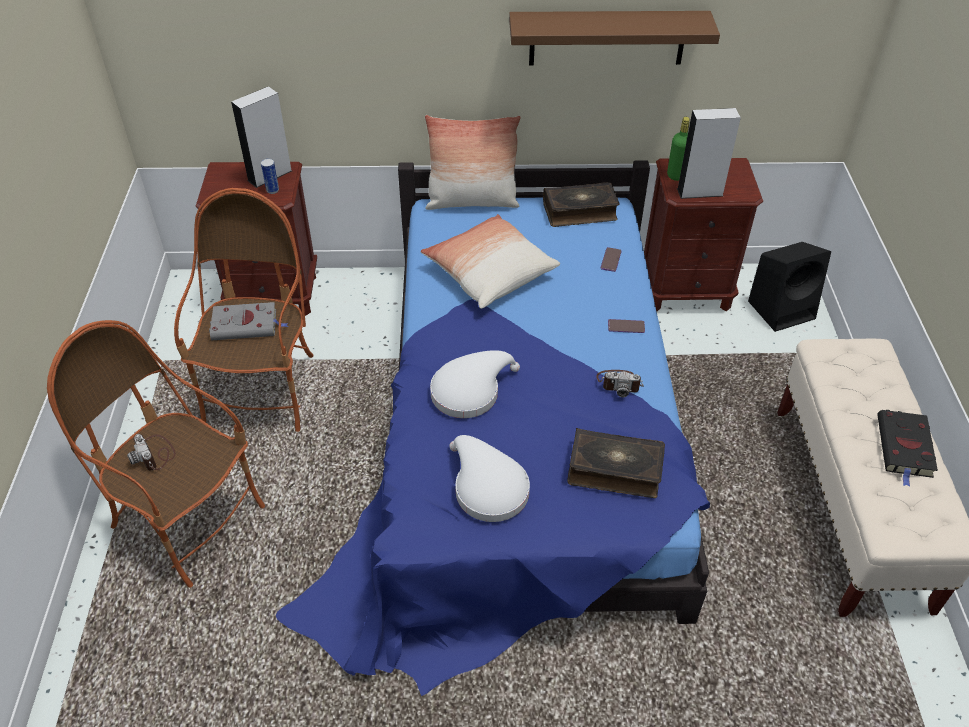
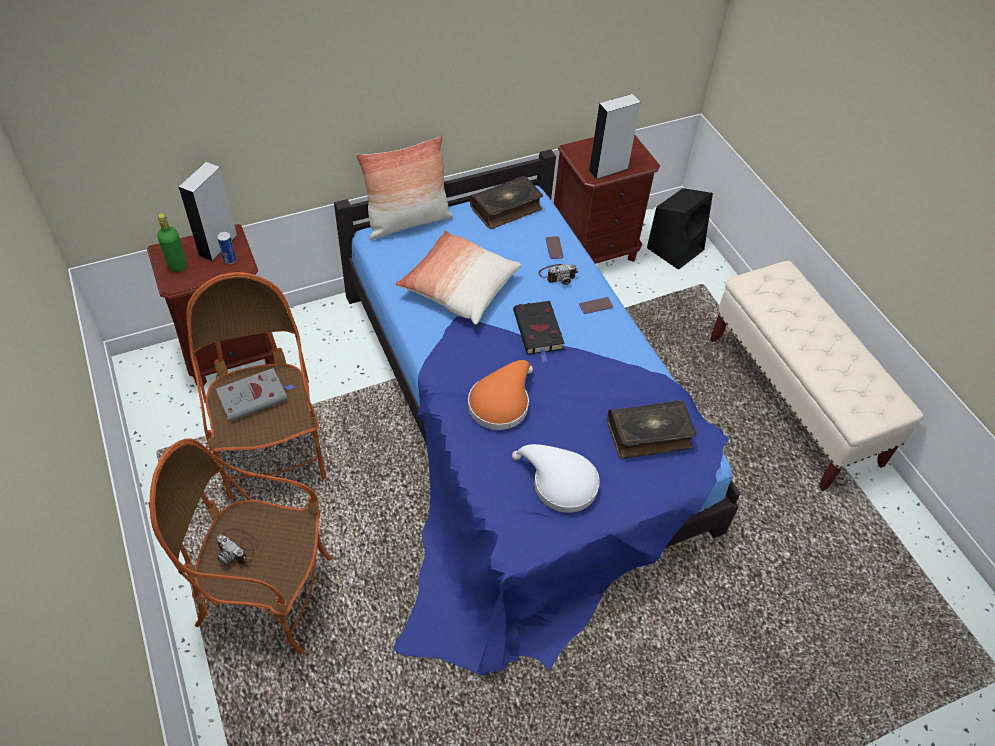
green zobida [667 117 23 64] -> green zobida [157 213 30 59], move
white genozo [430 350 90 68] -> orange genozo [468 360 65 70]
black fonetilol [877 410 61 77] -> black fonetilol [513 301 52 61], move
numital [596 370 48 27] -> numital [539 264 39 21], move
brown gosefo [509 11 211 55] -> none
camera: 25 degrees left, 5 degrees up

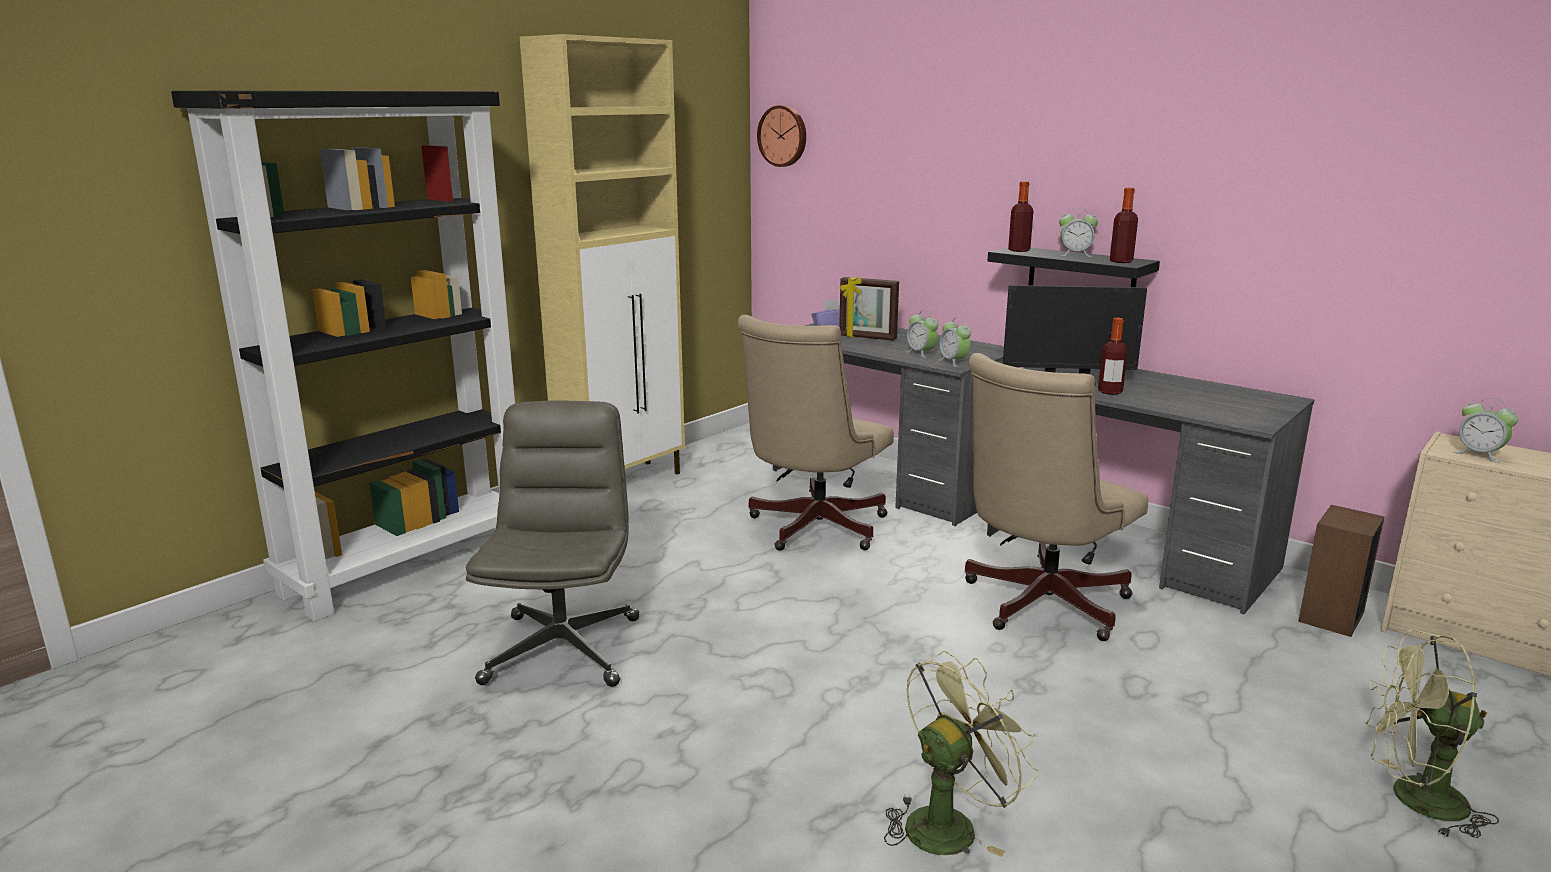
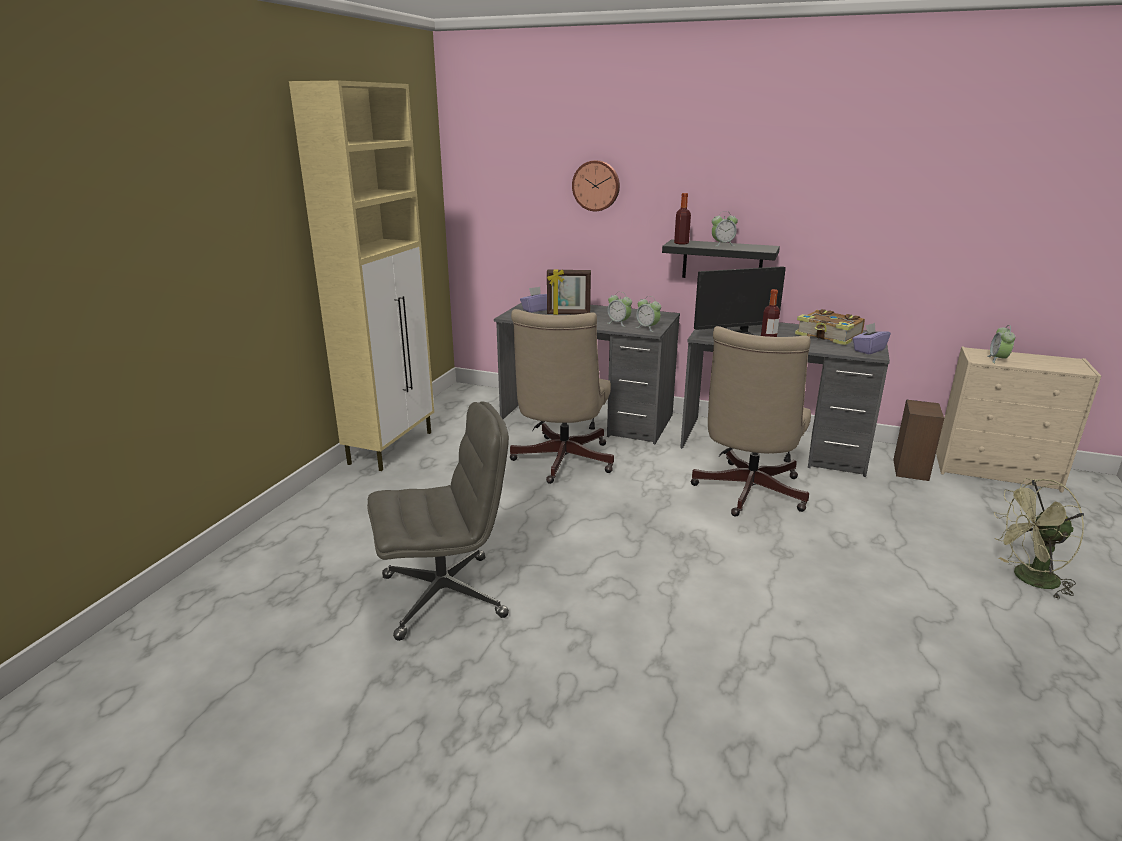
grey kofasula [466 400 173 287] -> grey kofasula [367 401 142 240], 90 degrees clockwise
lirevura [757 105 49 62] -> lirevura [572 160 48 52], move
none -> fonetilol [795 309 70 36]
none -> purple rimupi [853 323 38 31]
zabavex [1454 398 65 65] -> zabavex [988 325 27 38], 75 degrees clockwise
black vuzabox [171 91 344 530] -> none
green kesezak [884 651 155 206] -> none
zobida [1110 188 28 75] -> none
camera: 20 degrees left, 5 degrees up

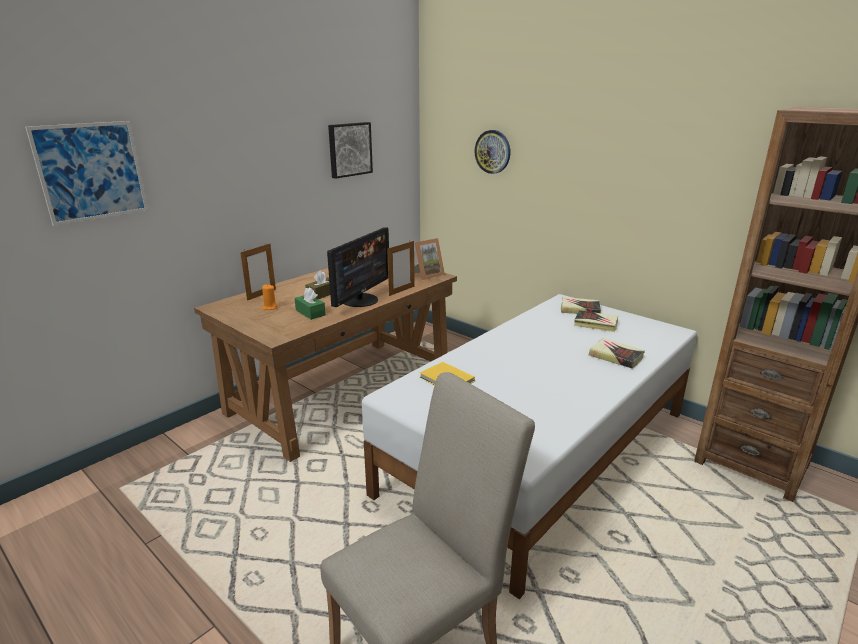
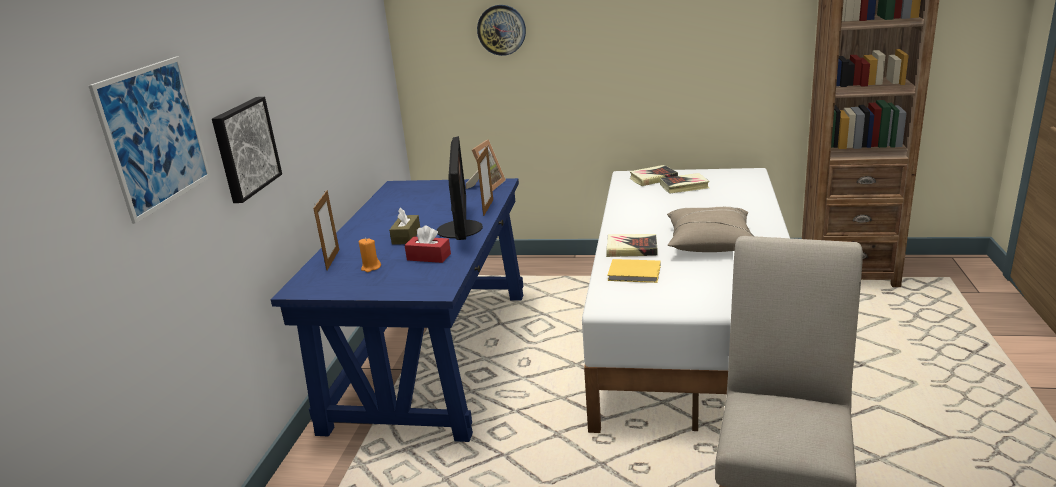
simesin [328 122 45 57] -> simesin [212 97 70 106], move
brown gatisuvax [194 264 263 198] -> blue gatisuvax [271 178 252 264]
green rimupi [294 287 32 33] -> red rimupi [405 225 46 38]
fonetilol [589 338 56 31] -> fonetilol [606 234 52 23], move
none -> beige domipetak [667 207 87 45]
camera: 30 degrees left, 0 degrees up

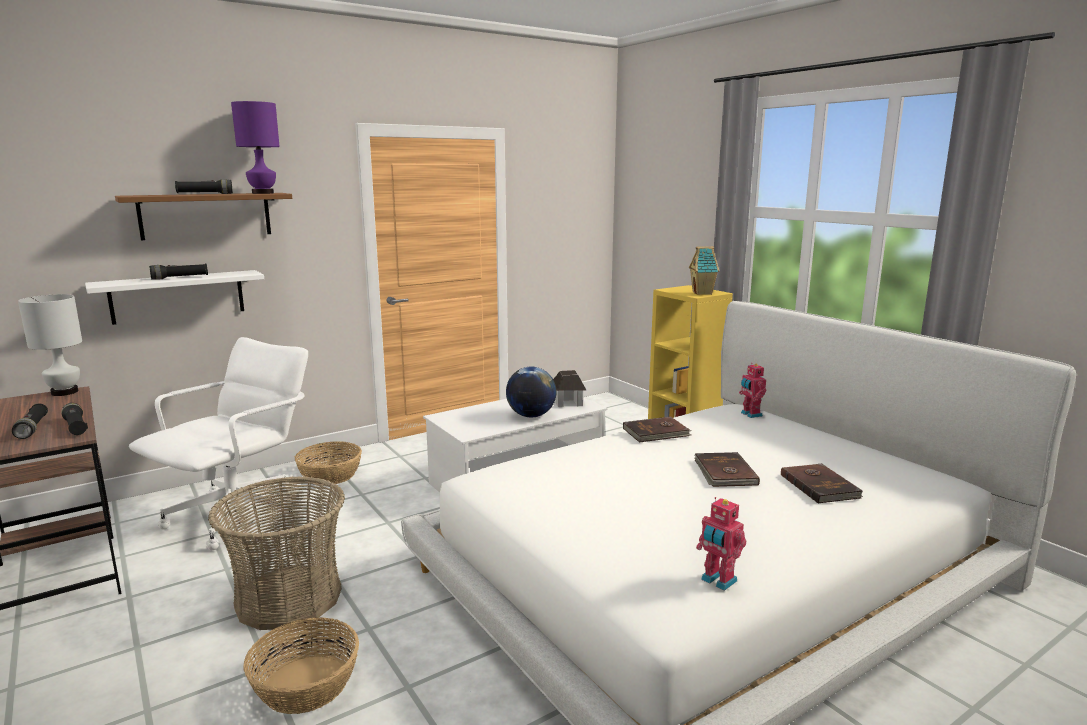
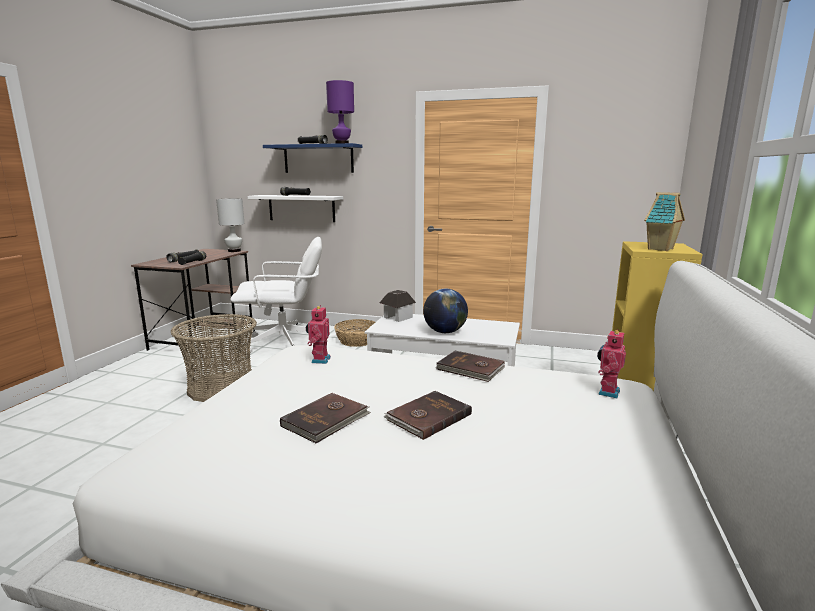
brown gosefo [115 193 177 47] -> blue gosefo [263 143 99 30]
brown fonetilol [781 464 82 40] -> brown fonetilol [280 393 91 50], move
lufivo [696 497 50 94] -> lufivo [306 305 25 59], move
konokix [553 370 33 37] -> konokix [379 290 37 32], move
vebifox [243 617 116 97] -> none
camera: 50 degrees right, 0 degrees up

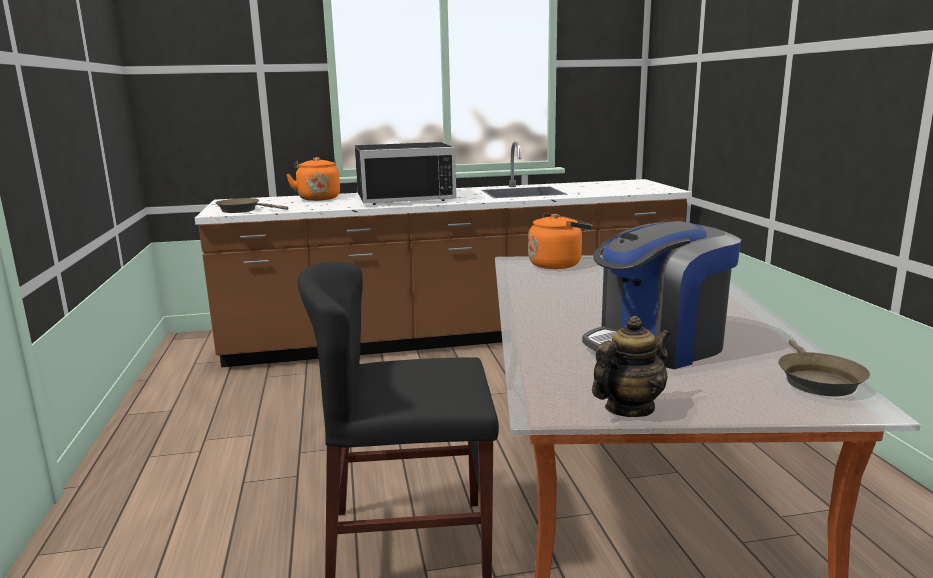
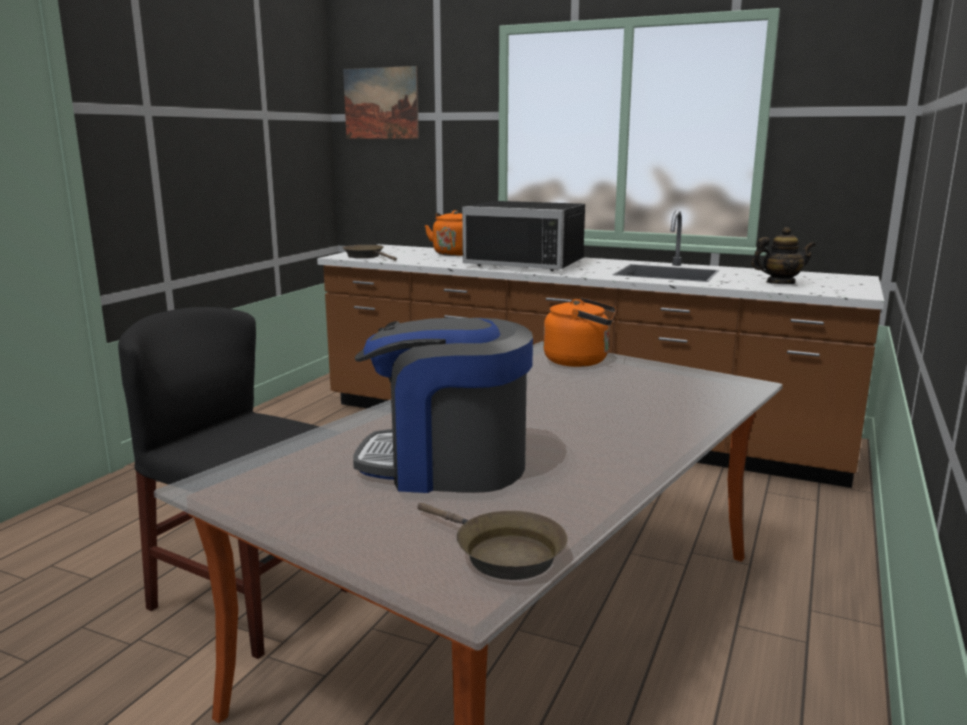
none -> simesin [343 66 76 73]
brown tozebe [778 340 92 56] -> brown tozebe [417 503 150 77], 90 degrees counterclockwise
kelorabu [592 316 78 101] -> kelorabu [751 227 64 57], move
camera: 35 degrees right, 0 degrees up

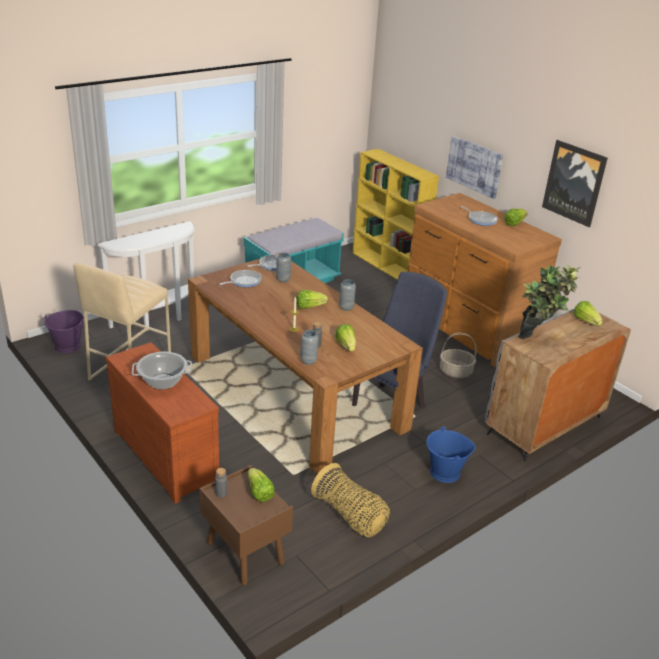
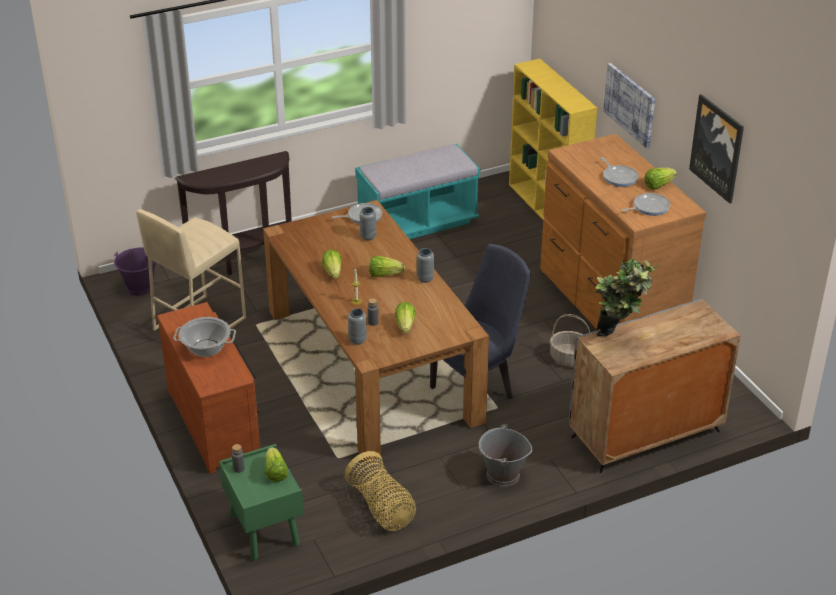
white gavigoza [97 221 98 110] -> brown gavigoza [175 151 117 124]
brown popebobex [199 465 94 120] -> green popebobex [219 444 85 116]
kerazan [573 301 30 25] -> kerazan [322 250 20 29], move
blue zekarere [426 426 50 57] -> grey zekarere [479 424 53 63]
tozebe [219 270 43 17] -> tozebe [621 193 49 23], move
camera: 15 degrees right, 5 degrees up

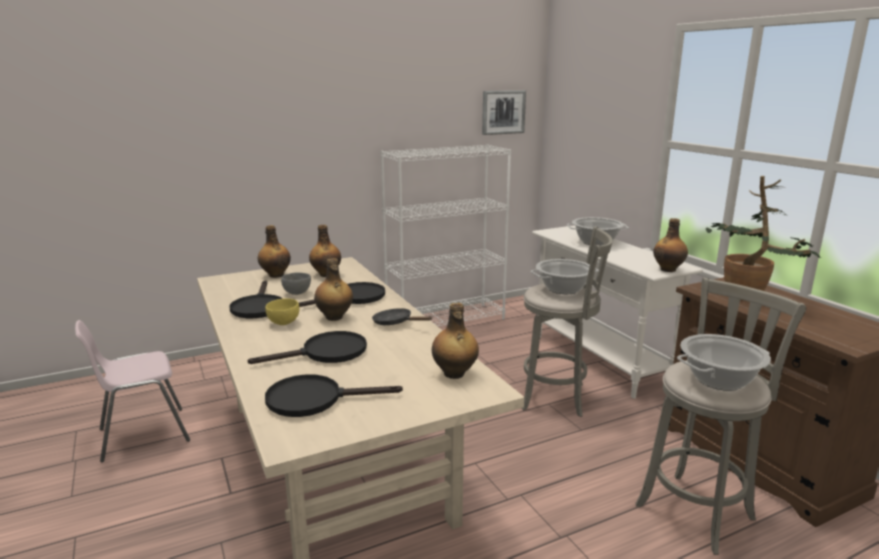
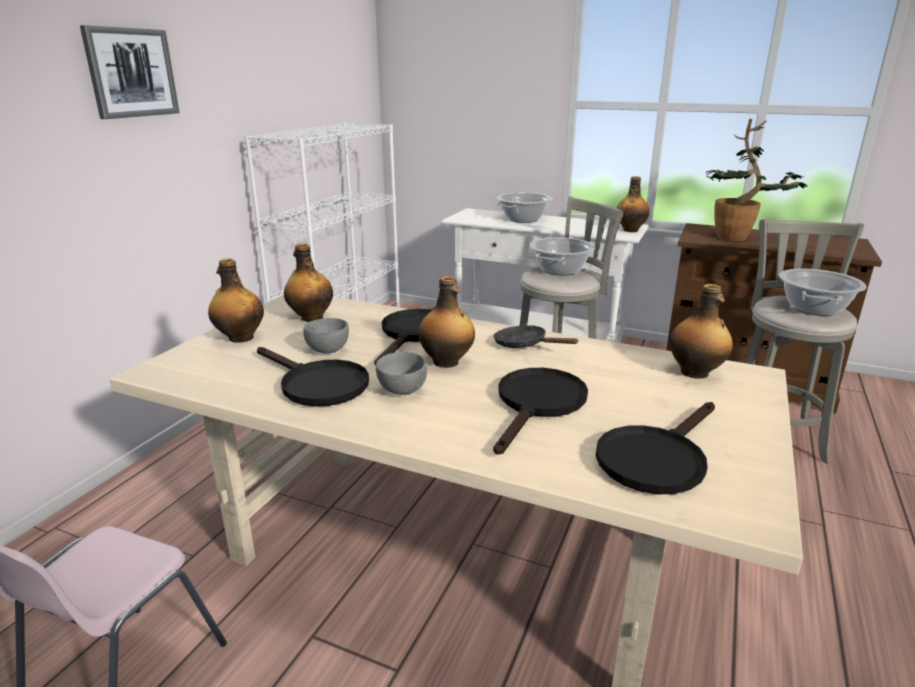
simesin [482 90 44 45] -> simesin [80 25 100 94], move
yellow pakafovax [265 298 35 27] -> grey pakafovax [376 352 51 43]
black tozebe [372 308 60 17] -> black tozebe [493 325 86 23], 45 degrees clockwise
camera: 40 degrees left, 5 degrees up

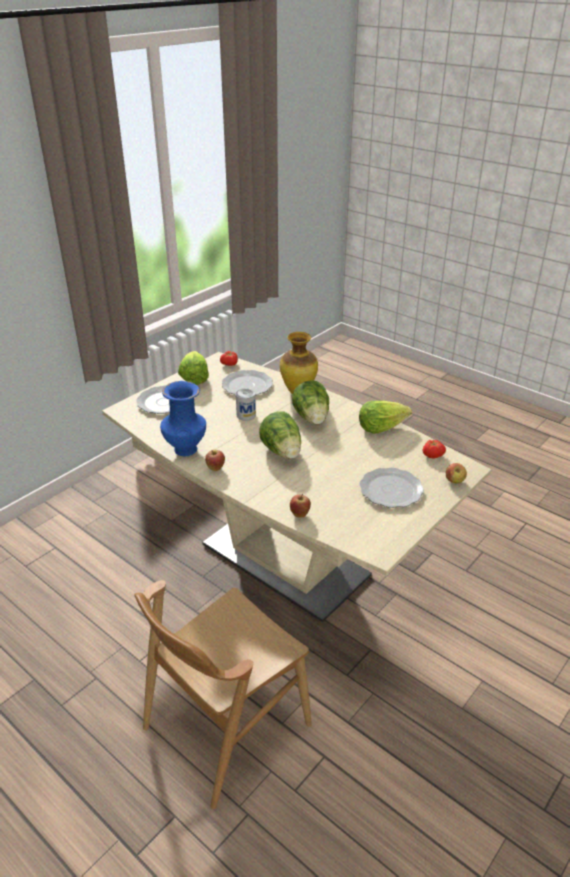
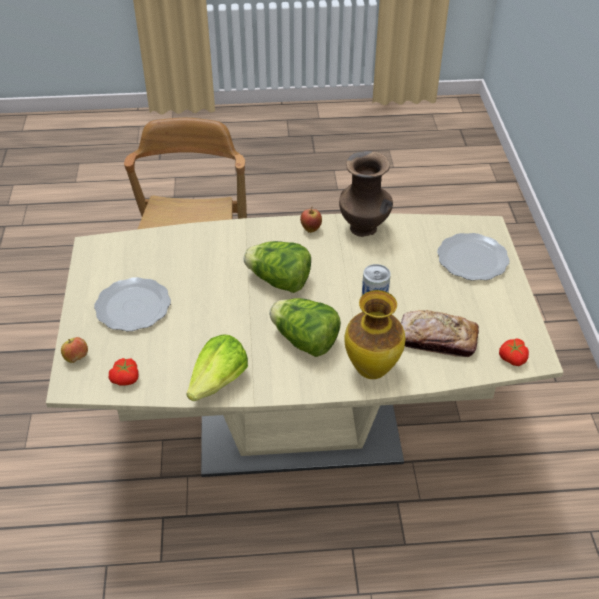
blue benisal [160 381 46 75] -> brown benisal [339 151 54 86]
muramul [222 370 51 26] -> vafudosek [401 310 78 47]
kerazan [178 351 31 34] -> none
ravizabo [290 494 21 24] -> none
camera: 135 degrees right, 10 degrees up

